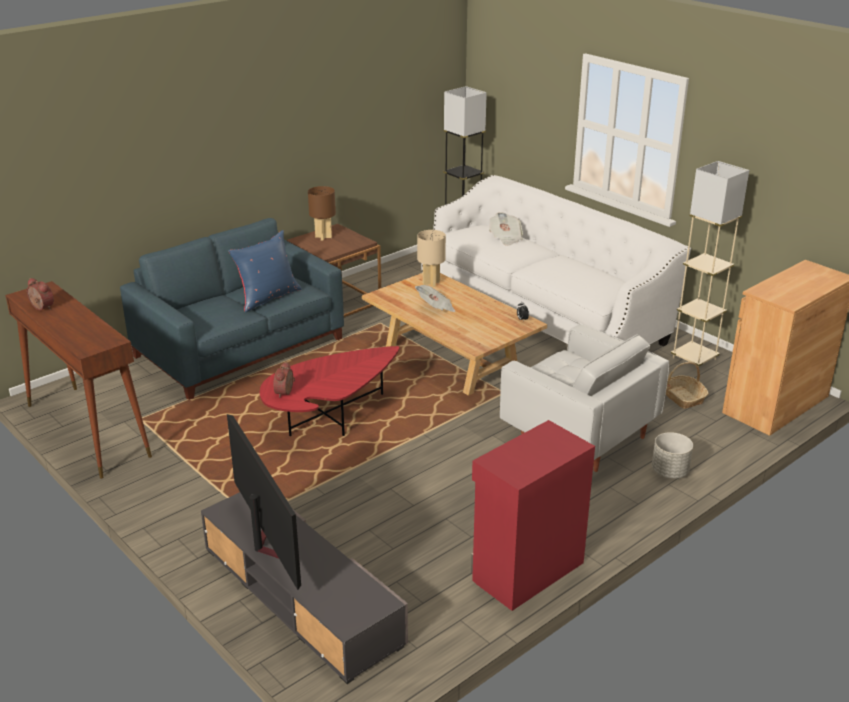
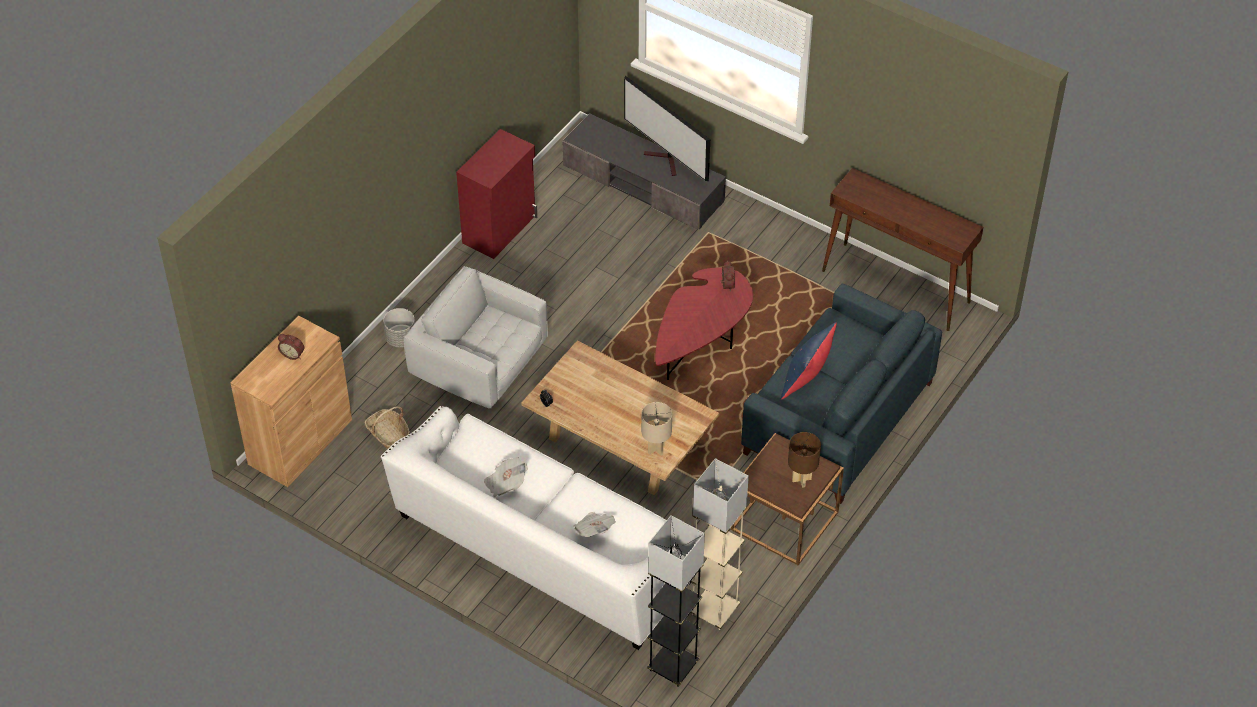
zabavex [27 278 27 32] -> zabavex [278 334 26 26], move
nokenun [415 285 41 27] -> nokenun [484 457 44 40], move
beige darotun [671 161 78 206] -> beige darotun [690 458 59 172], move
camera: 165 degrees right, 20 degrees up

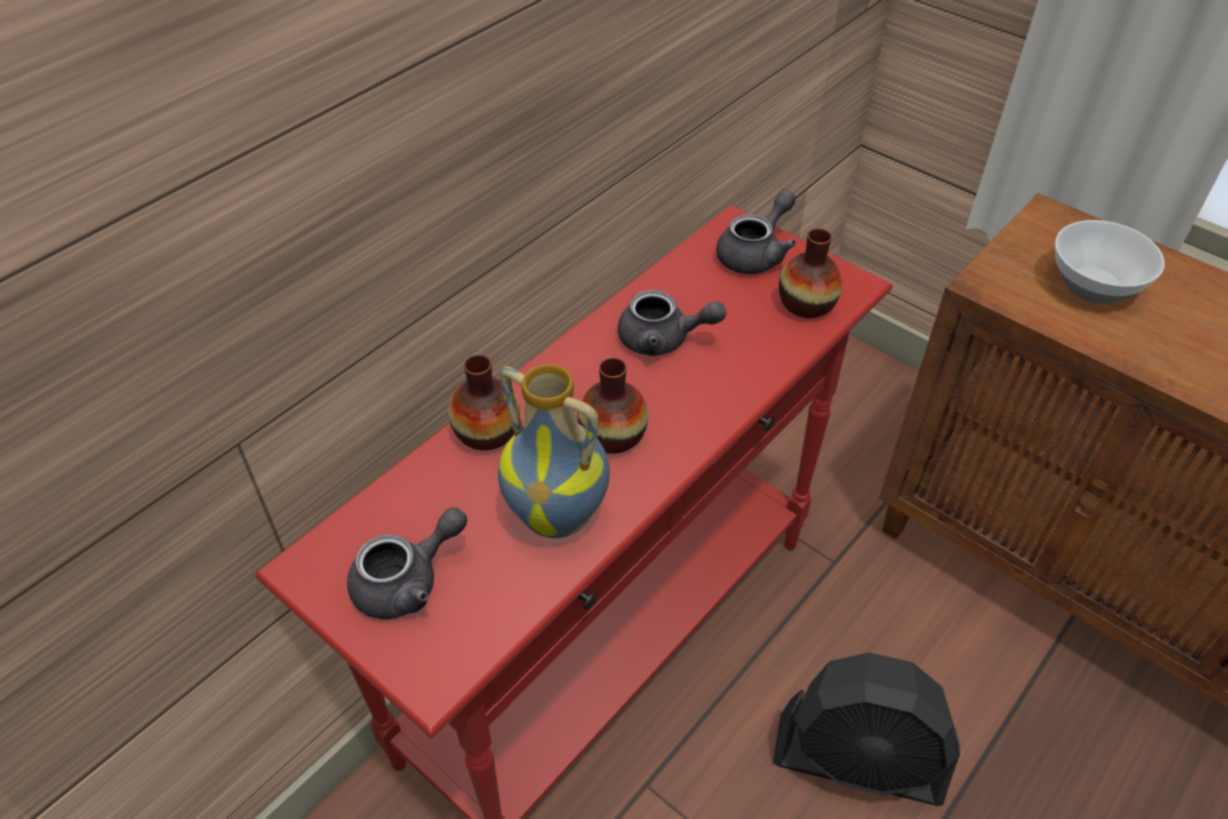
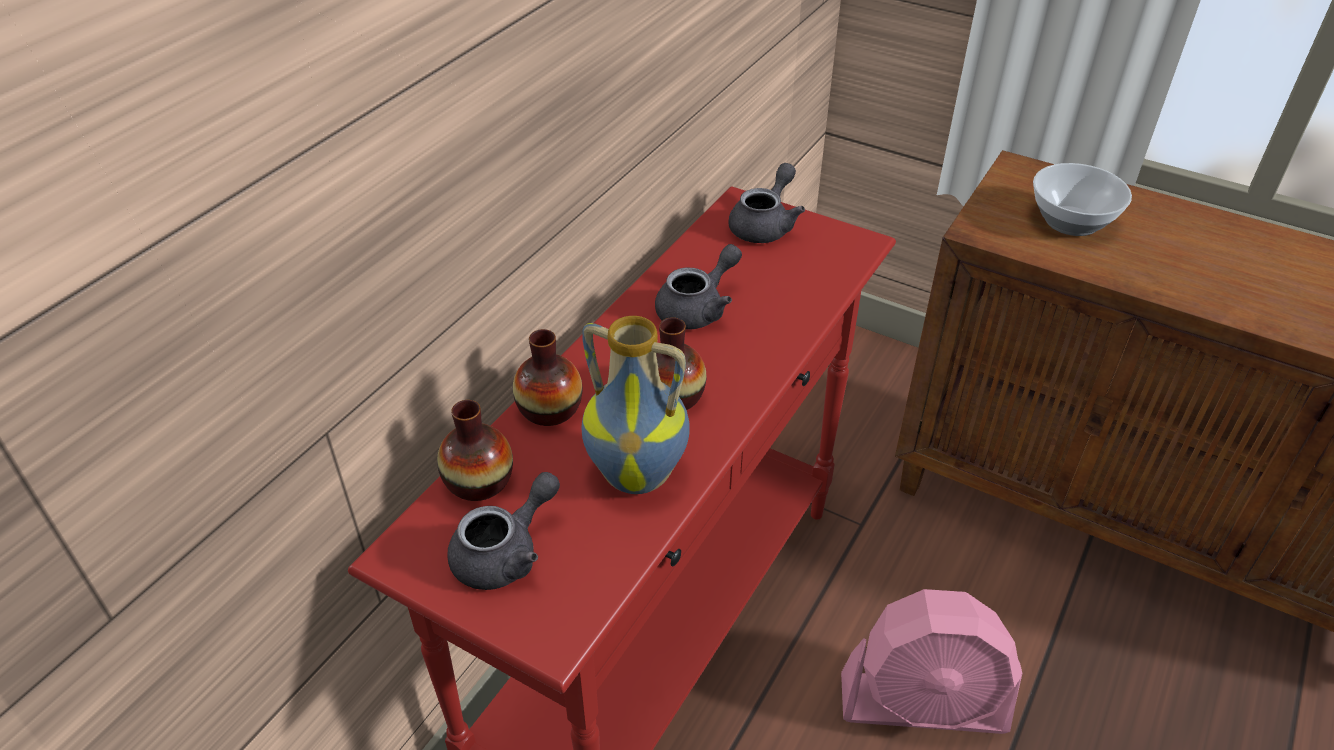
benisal [779 228 64 90] -> benisal [437 400 76 101], move
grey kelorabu [618 290 108 66] -> grey kelorabu [655 244 87 86], 45 degrees counterclockwise
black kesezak [773 652 187 154] -> pink kesezak [841 589 181 145]
camera: 10 degrees left, 5 degrees down

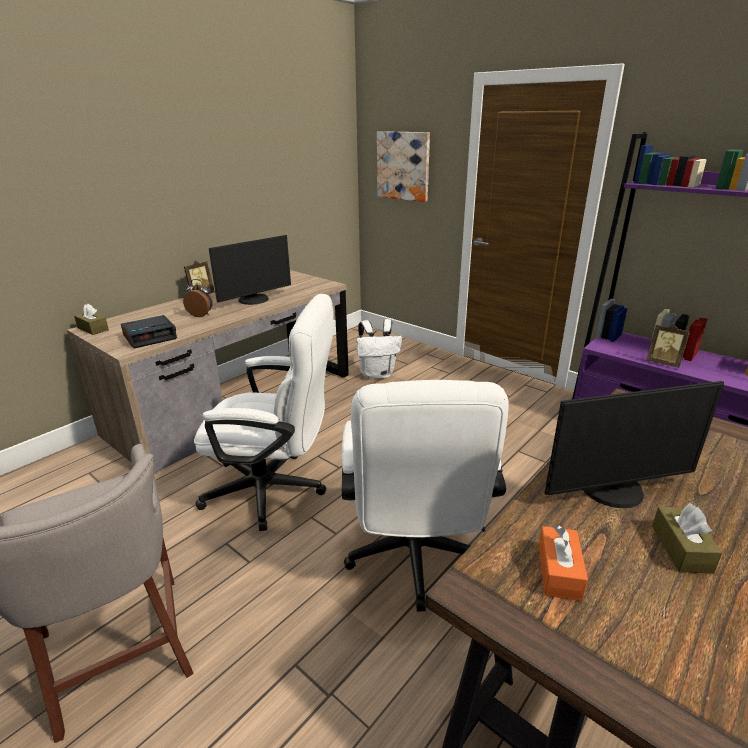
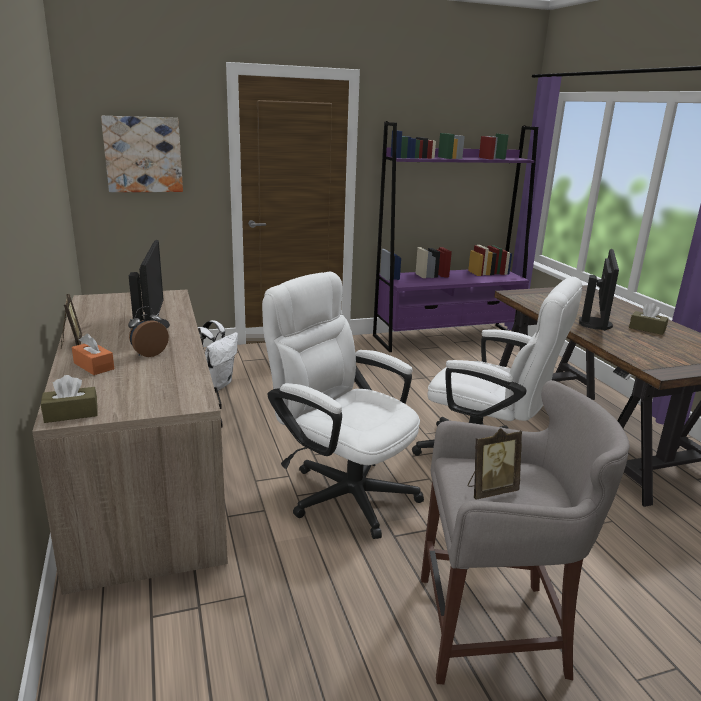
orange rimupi [539 525 49 76] -> orange rimupi [72 333 42 42], move
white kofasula [194 294 140 237] -> white kofasula [262 272 162 267], 90 degrees counterclockwise
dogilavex [646 324 44 44] -> dogilavex [468 428 54 71], move
zabavex [121 315 56 33] -> none
camera: 60 degrees left, 5 degrees down

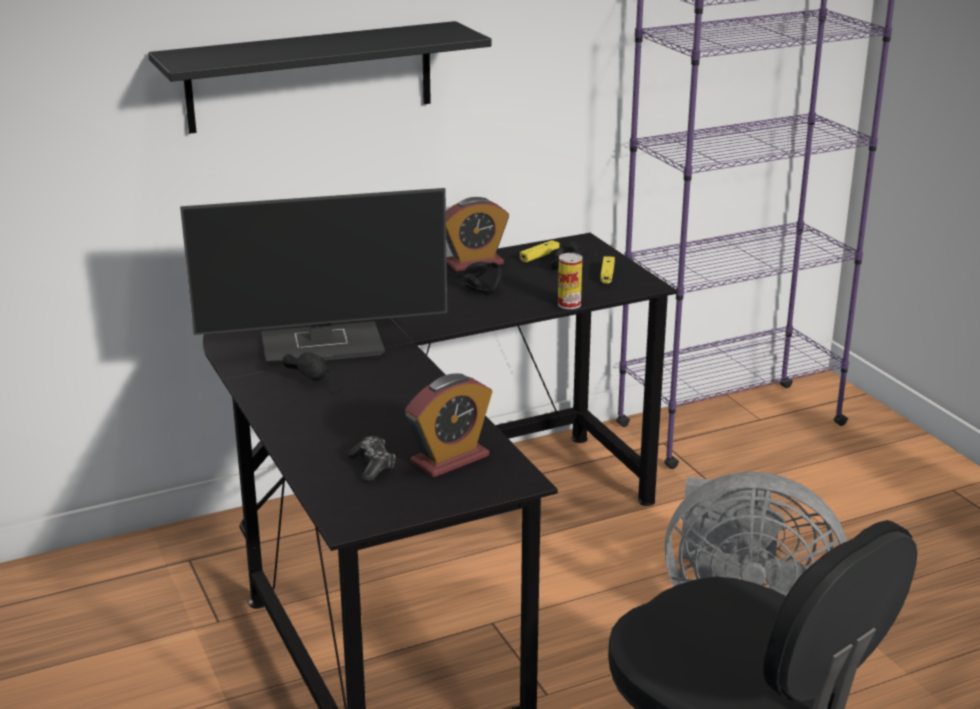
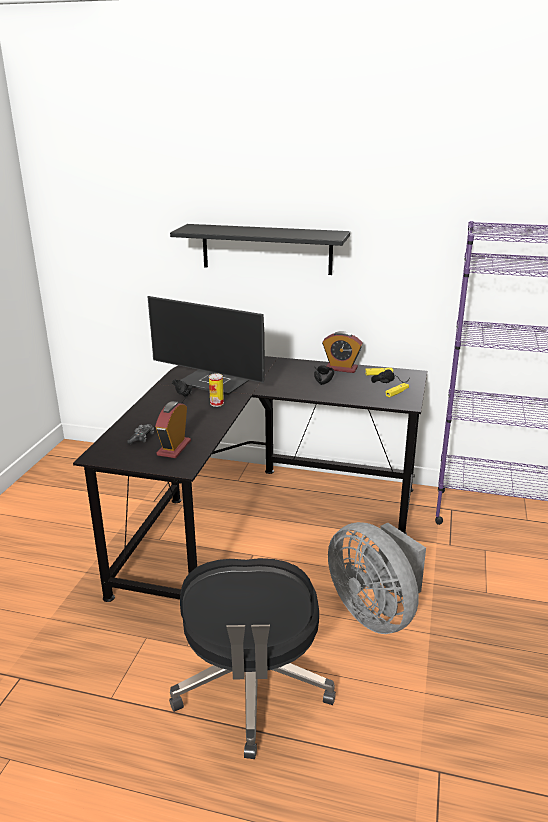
zabavex [405 373 87 105] -> zabavex [155 401 36 57], 105 degrees clockwise
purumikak [558 253 24 56] -> purumikak [209 373 15 34], move
camera: 40 degrees right, 0 degrees up

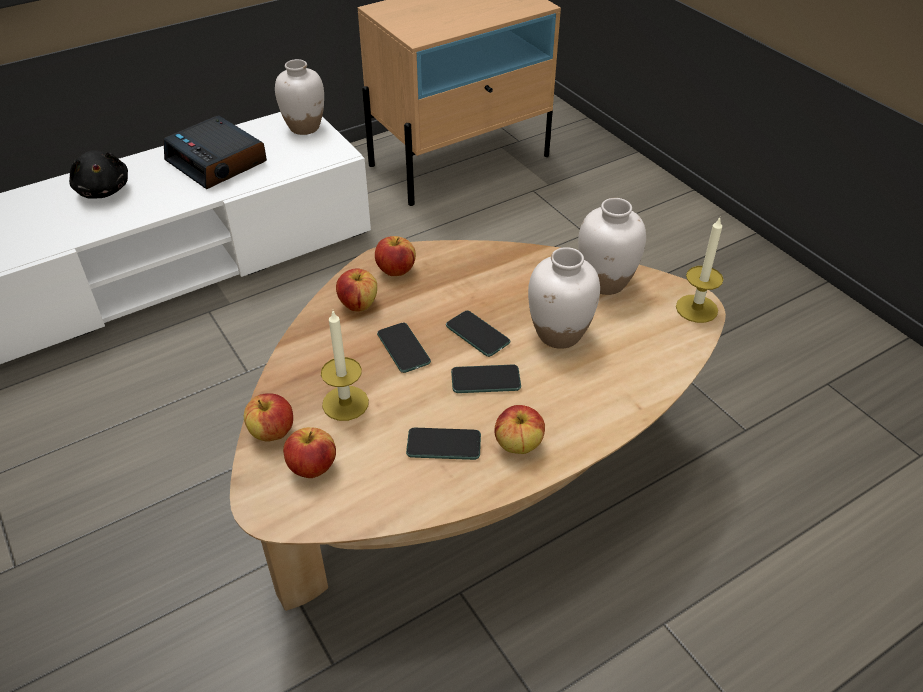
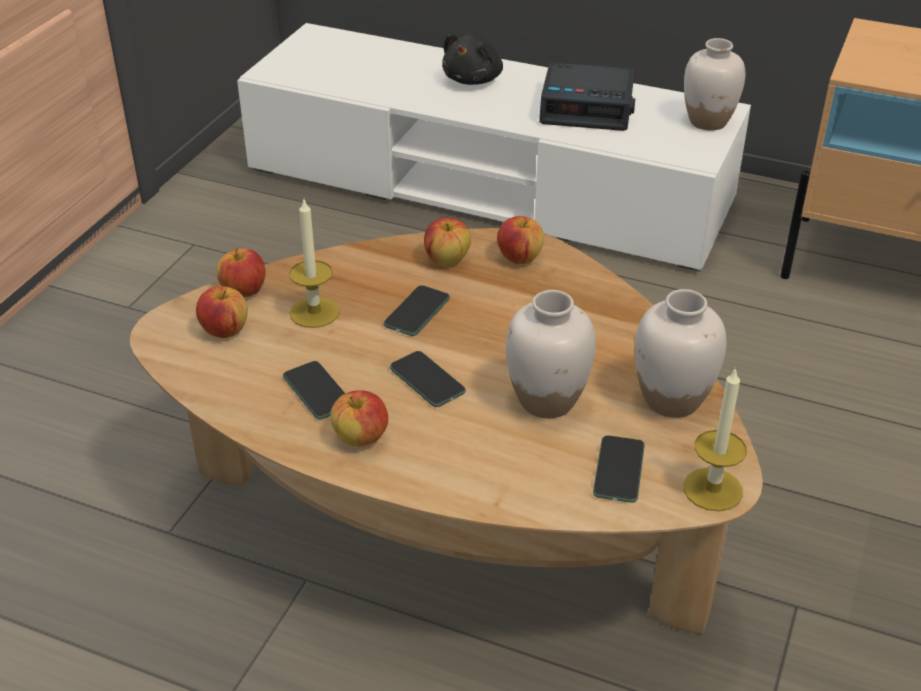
zabavex [163 115 104 74] -> zabavex [539 62 96 69], 90 degrees counterclockwise
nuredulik [446 310 64 47] -> nuredulik [593 435 52 68], move
camera: 55 degrees right, 5 degrees down

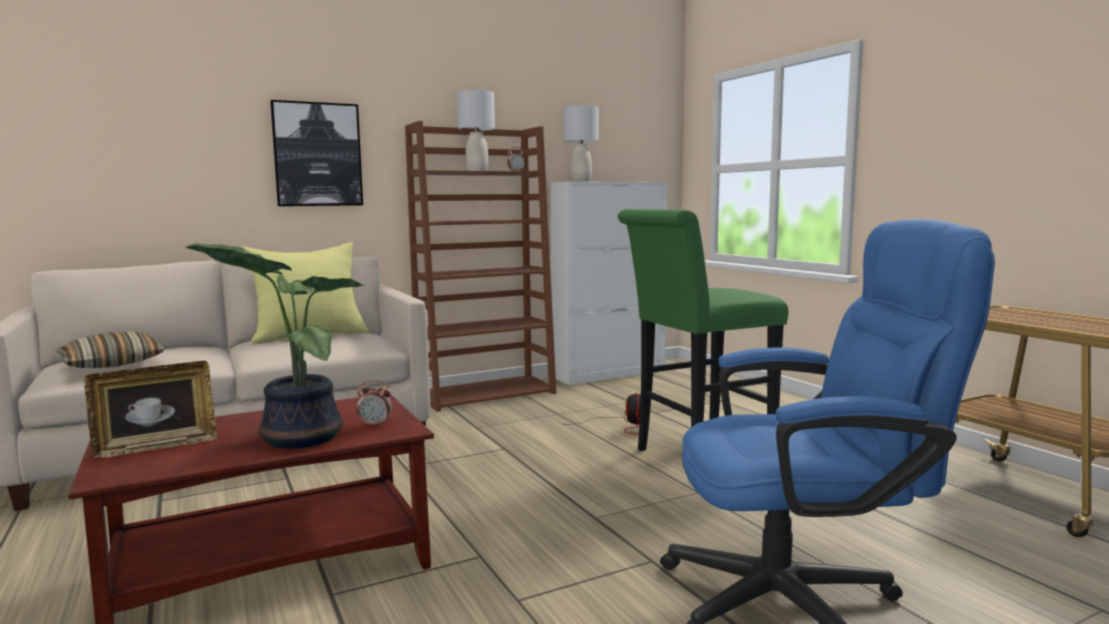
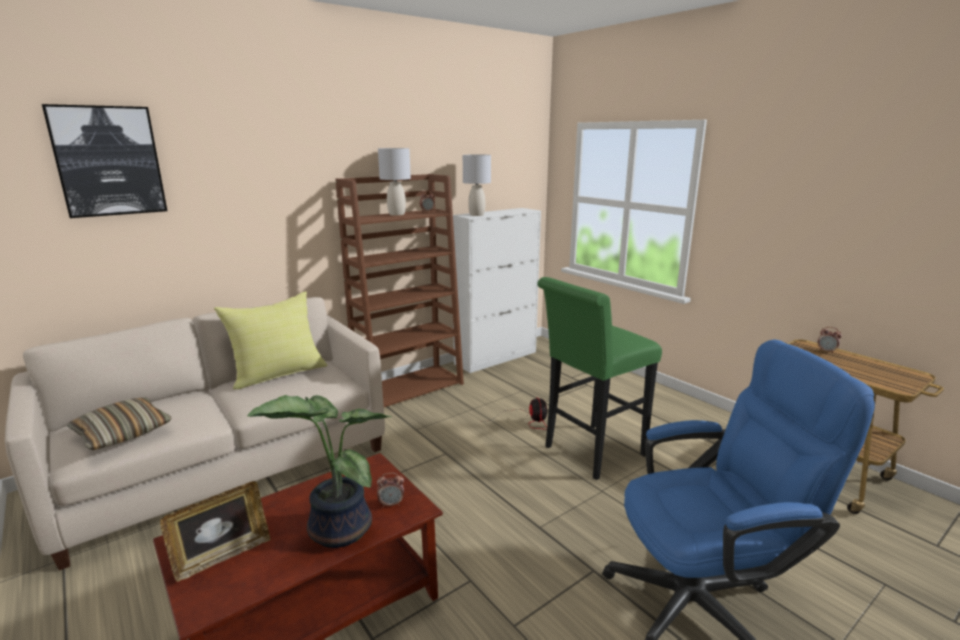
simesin [270 100 93 106] -> simesin [42 104 125 114], move
none -> zabavex [818 327 24 27]
camera: 10 degrees left, 10 degrees up

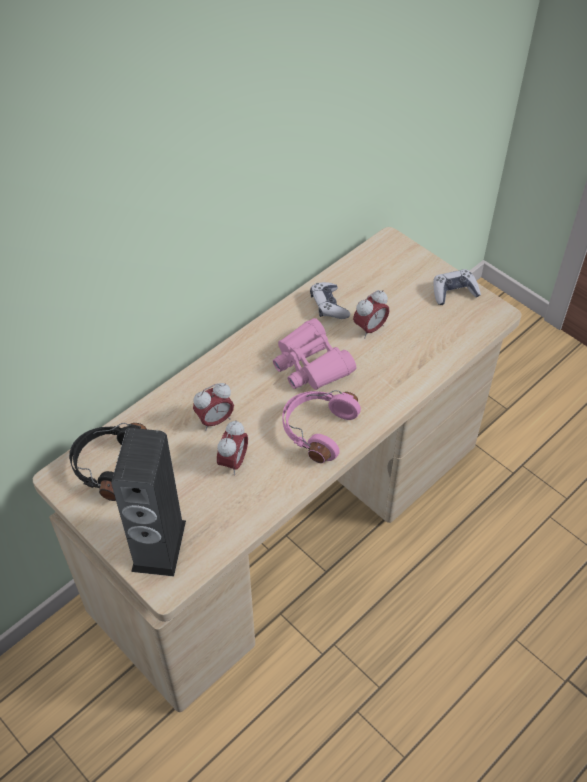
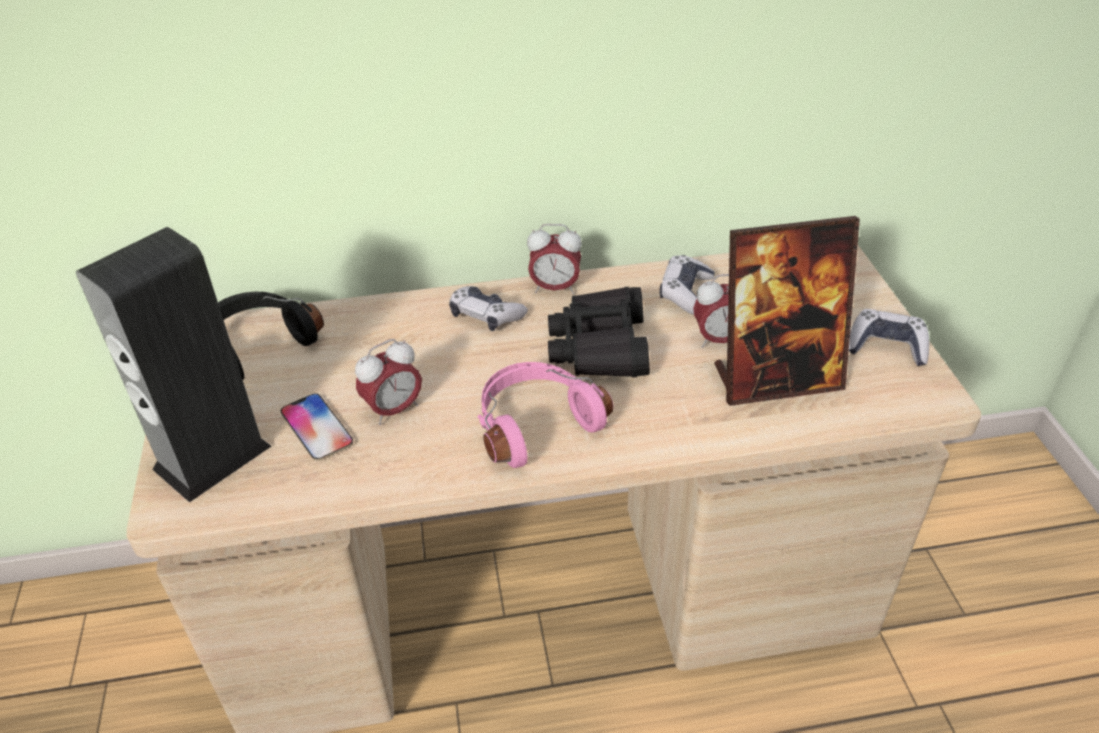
none -> nuredulik [281 393 72 68]
none -> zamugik [449 286 79 45]
zabavex [193 383 41 48] -> zabavex [527 224 55 70], move
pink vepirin [273 318 83 72] -> black vepirin [548 287 102 90]
none -> dogilavex [715 216 145 190]
camera: 35 degrees right, 10 degrees down

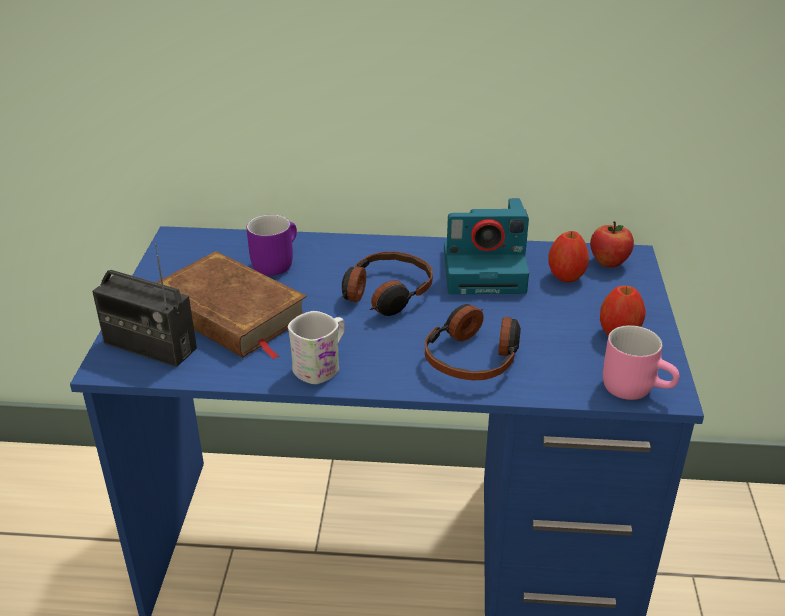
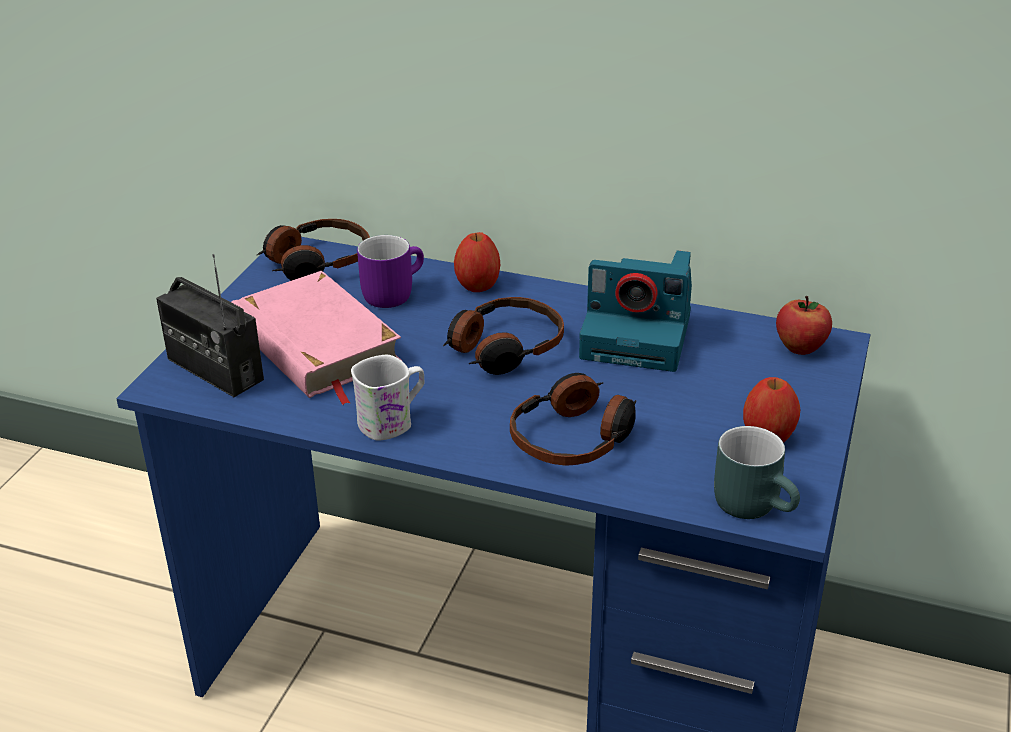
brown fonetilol [156 251 151 108] -> pink fonetilol [231 271 171 134]
none -> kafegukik [257 219 113 62]
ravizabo [548 231 41 51] -> ravizabo [454 232 46 60], move
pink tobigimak [603 325 77 75] -> turquoise tobigimak [714 426 86 93]
camera: 15 degrees right, 0 degrees up

